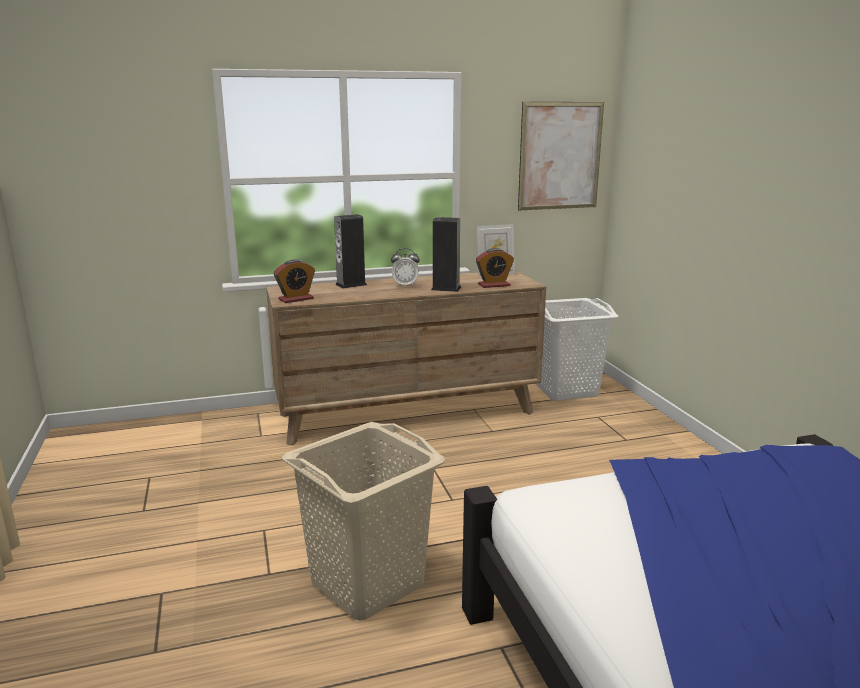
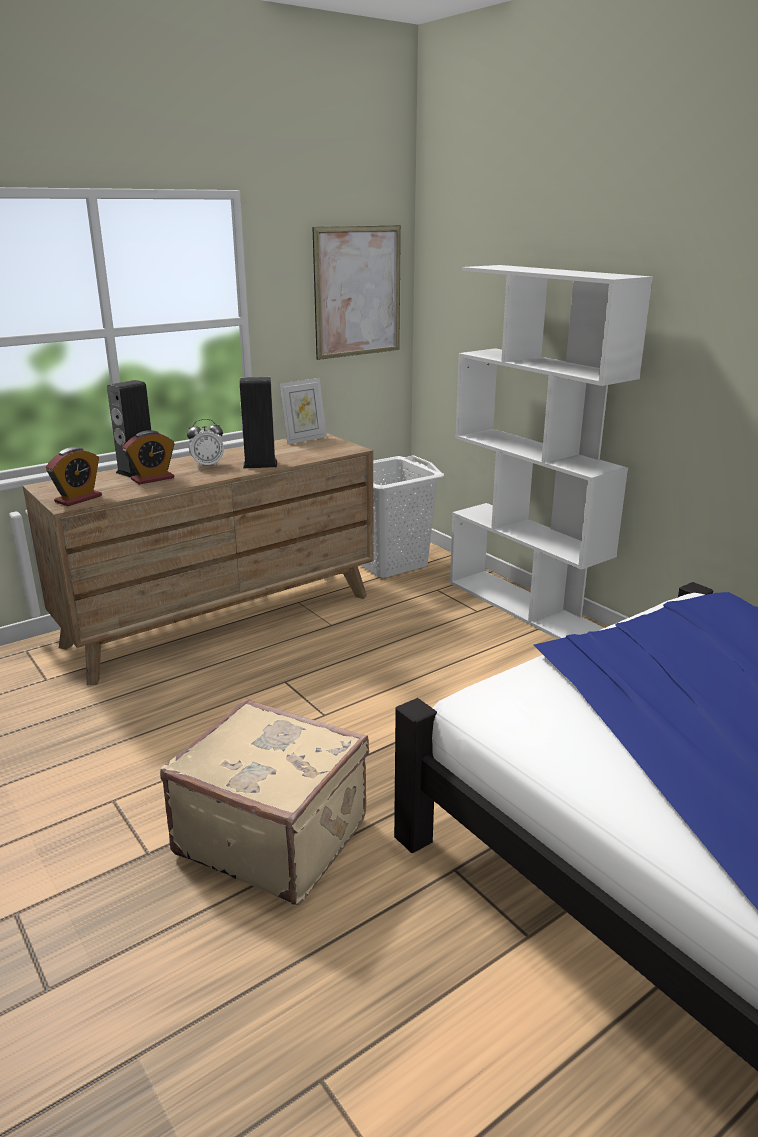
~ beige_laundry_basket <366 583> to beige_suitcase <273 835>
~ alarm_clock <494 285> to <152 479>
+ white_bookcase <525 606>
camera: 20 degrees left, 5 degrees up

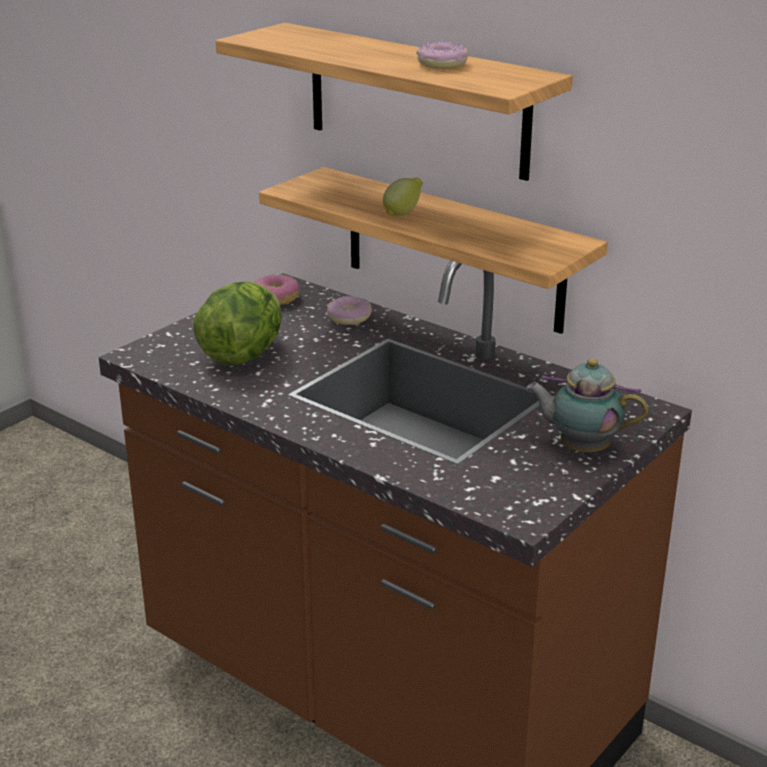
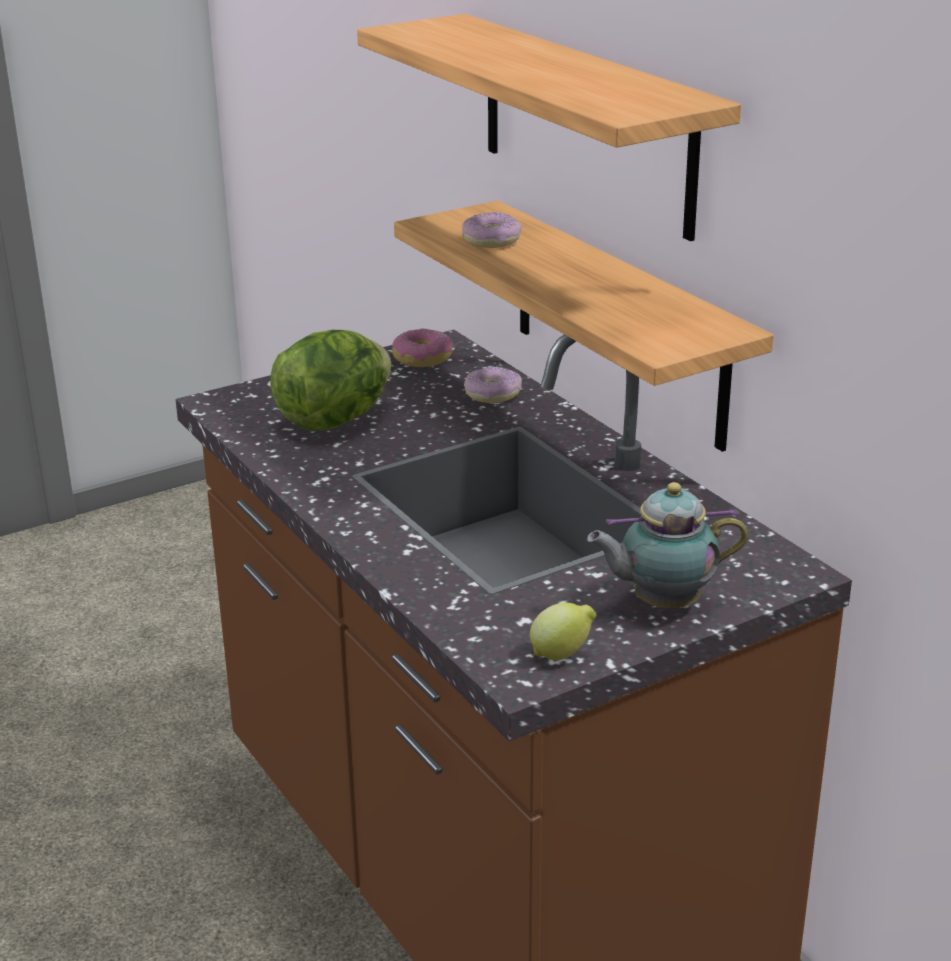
~ lemon <403 213> to <562 654>
~ donut <442 64> to <492 240>
~ teapot <580 448> = <661 603> 45 degrees counterclockwise
camera: 20 degrees right, 0 degrees up

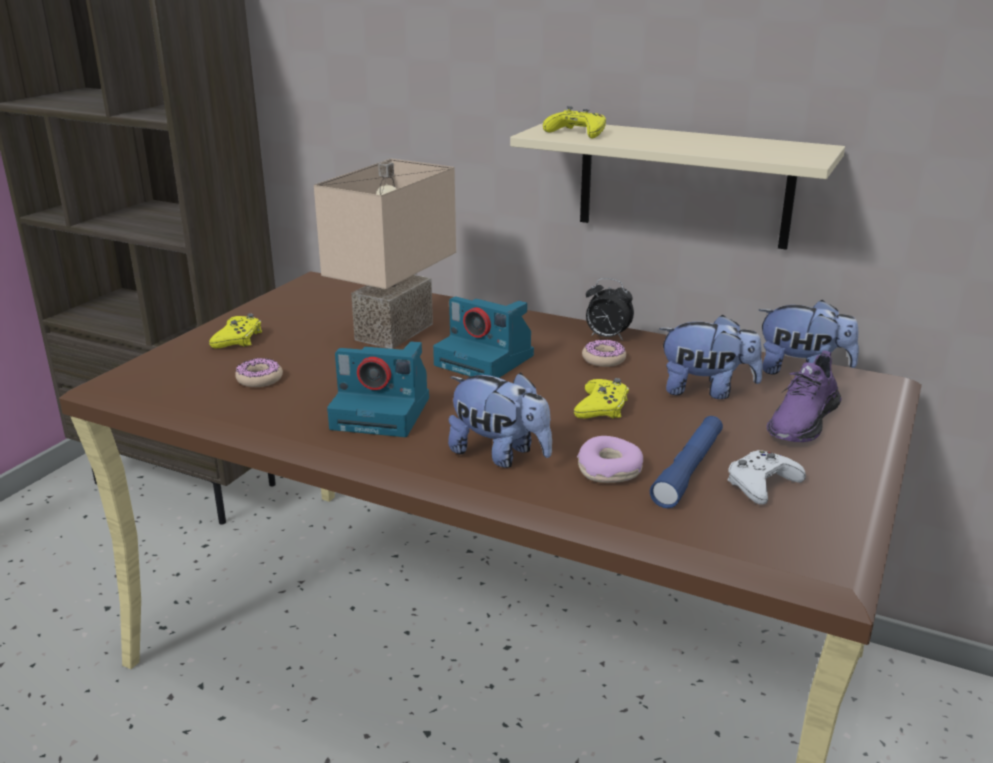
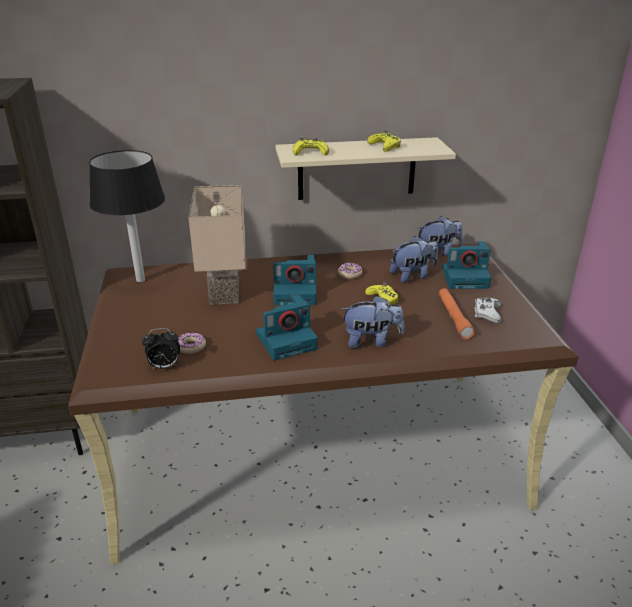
~ yellow_game_controller <238 339> to <385 146>
- donut <609 470>
~ alarm_clock <606 337> to <164 367>
~ blue_flashlight <688 470> to orange_flashlight <454 317>
~ purple_shoe <802 421> to photo_camera <466 278>
+ black_table_lamp <140 280>
camera: 35 degrees left, 5 degrees up

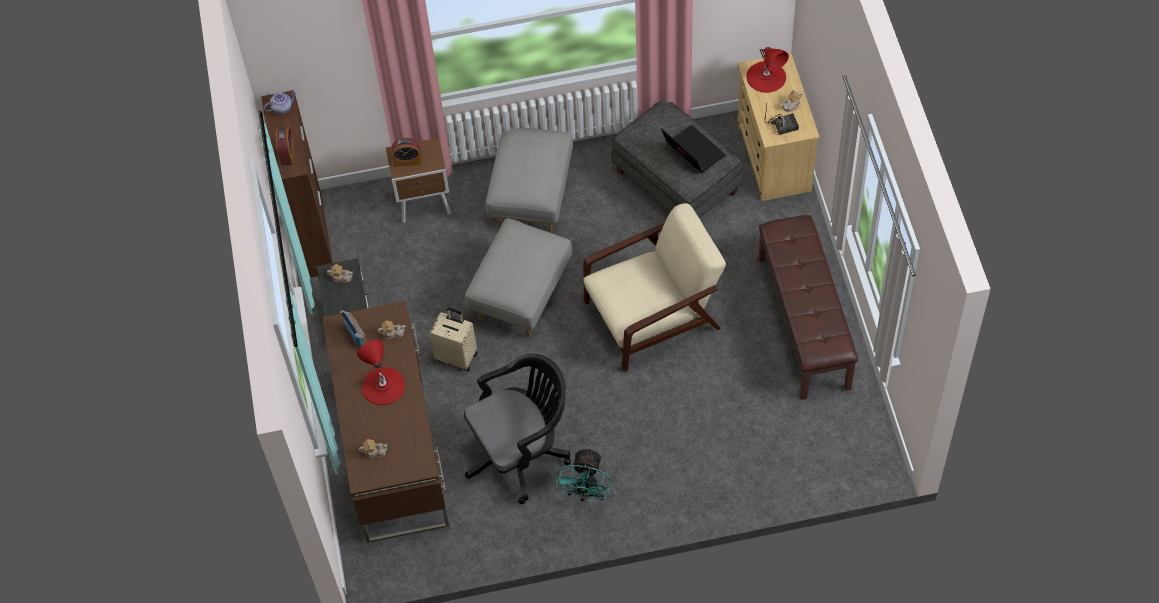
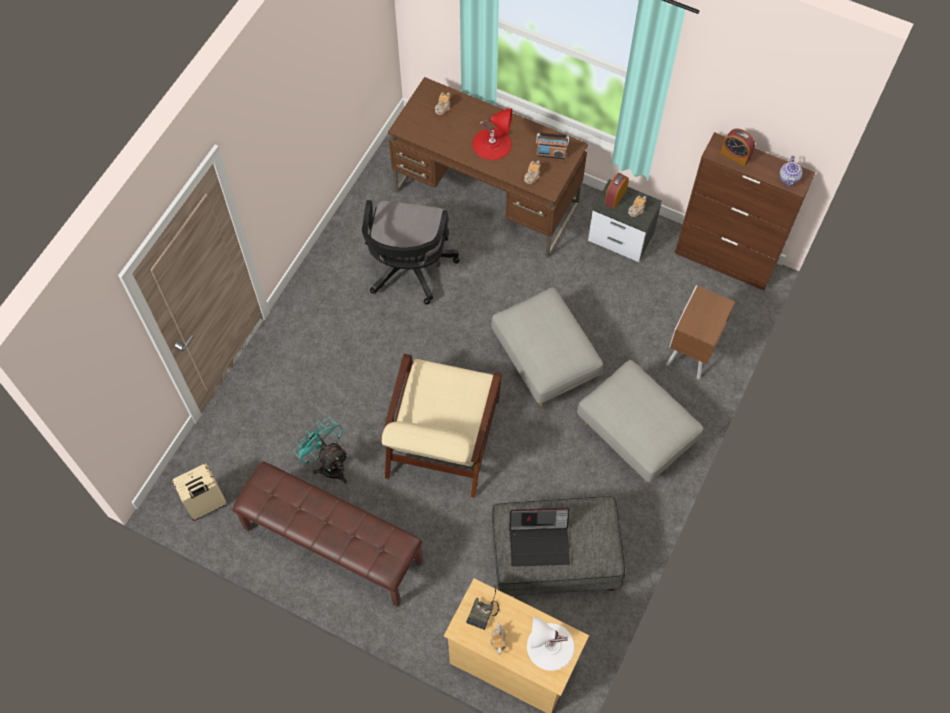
~ alarm_clock <408 160> to <615 197>
~ beige_suitcase <457 356> to <206 504>
~ turquoise_fan <586 493> to <329 464>
~ red_table_lamp <766 76> to white_table_lamp <550 646>
camera: 125 degrees right, 5 degrees up

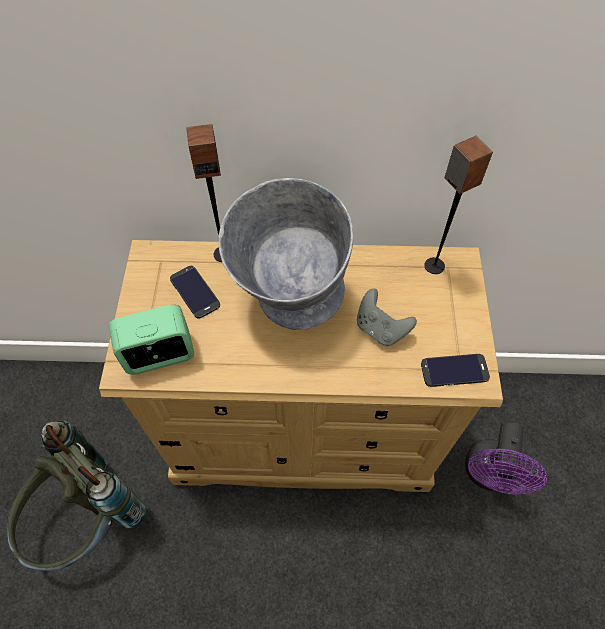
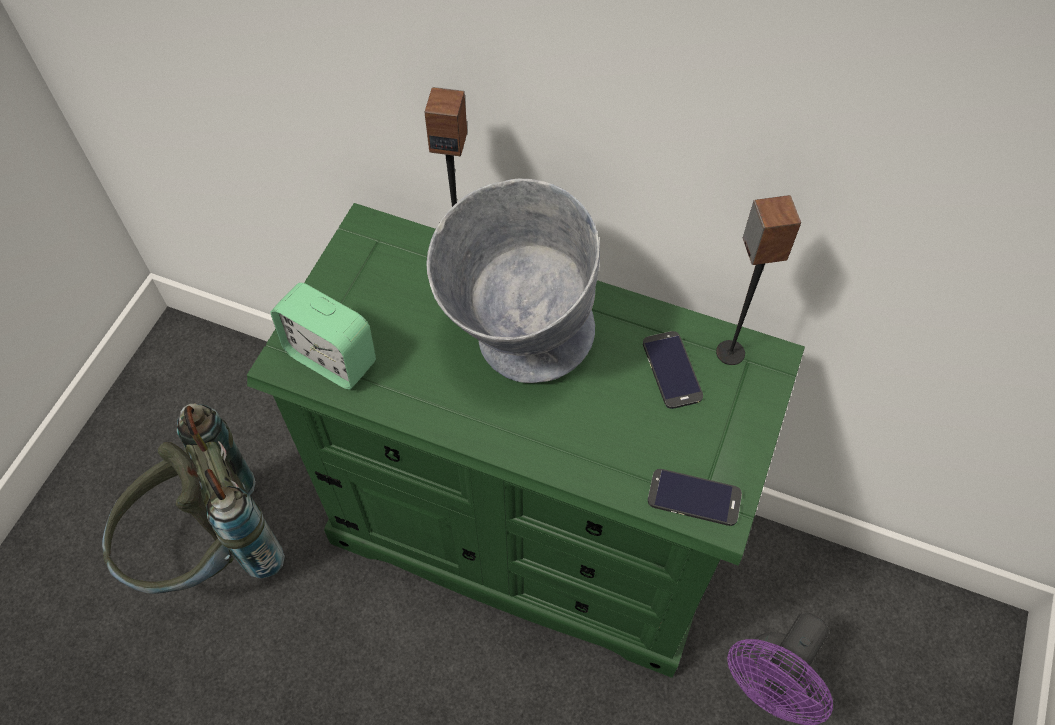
~ beige_dresser <303 430> to green_dresser <528 531>
~ alarm_clock <160 355> = <331 358> 150 degrees counterclockwise
~ phone <194 292> to <672 370>
- grey_game_controller <380 329>
camera: 20 degrees right, 0 degrees up

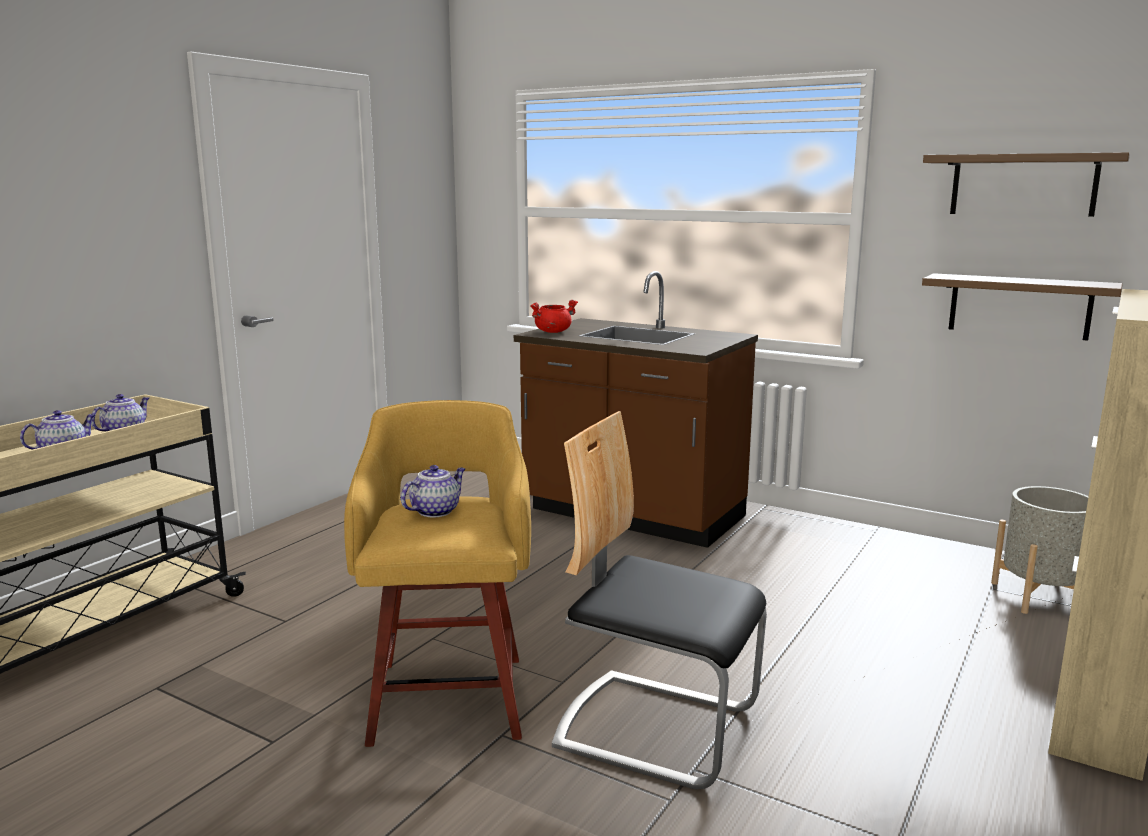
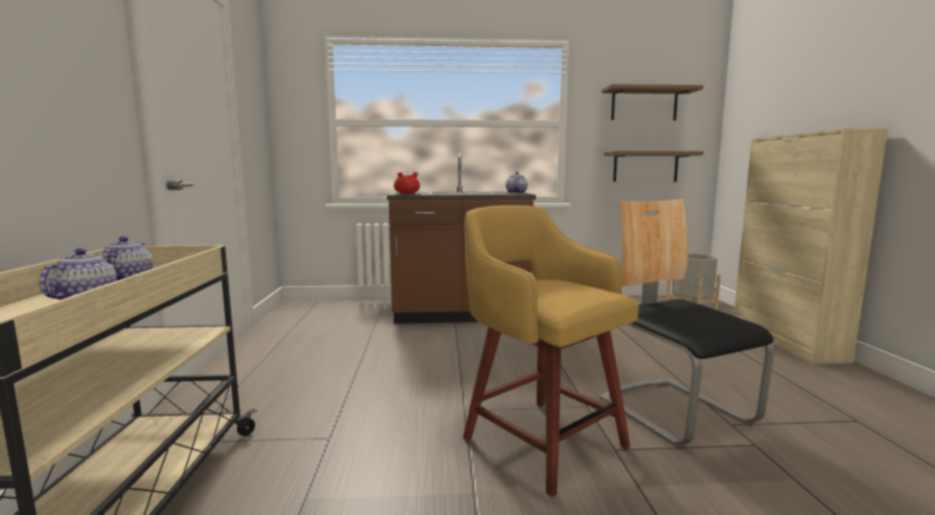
~ teapot <435 511> to <516 193>
~ chair <656 727> = <675 411> 75 degrees clockwise
camera: 35 degrees left, 5 degrees down

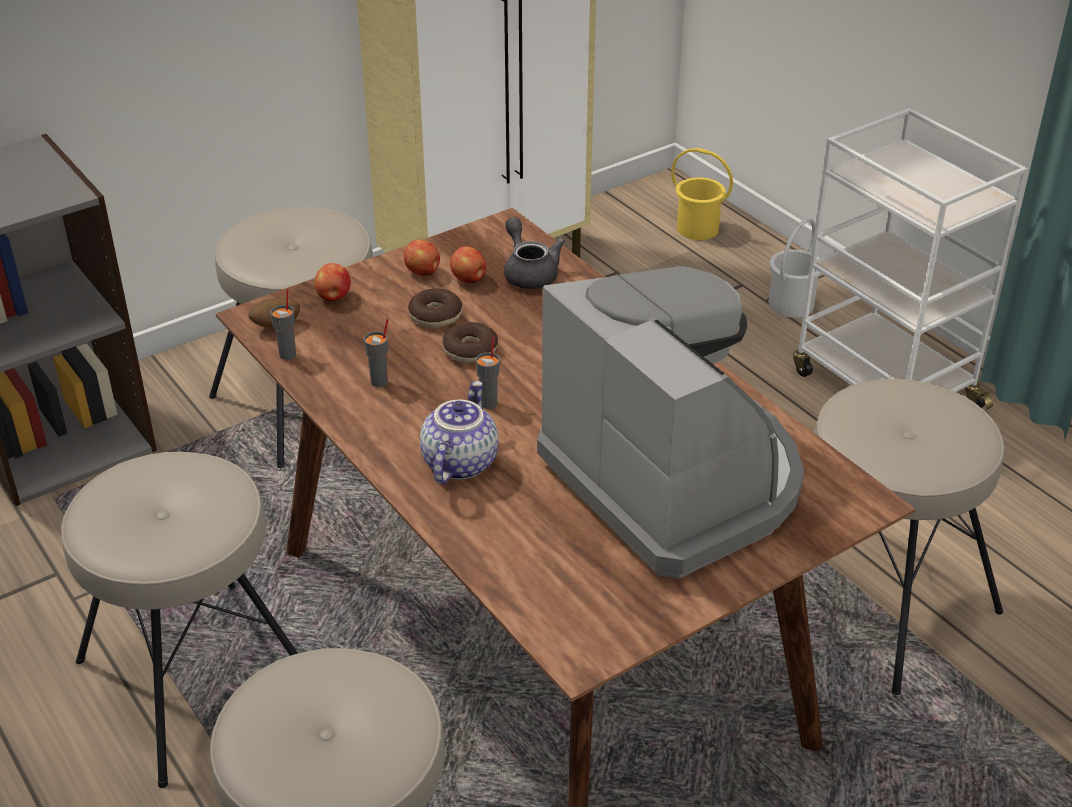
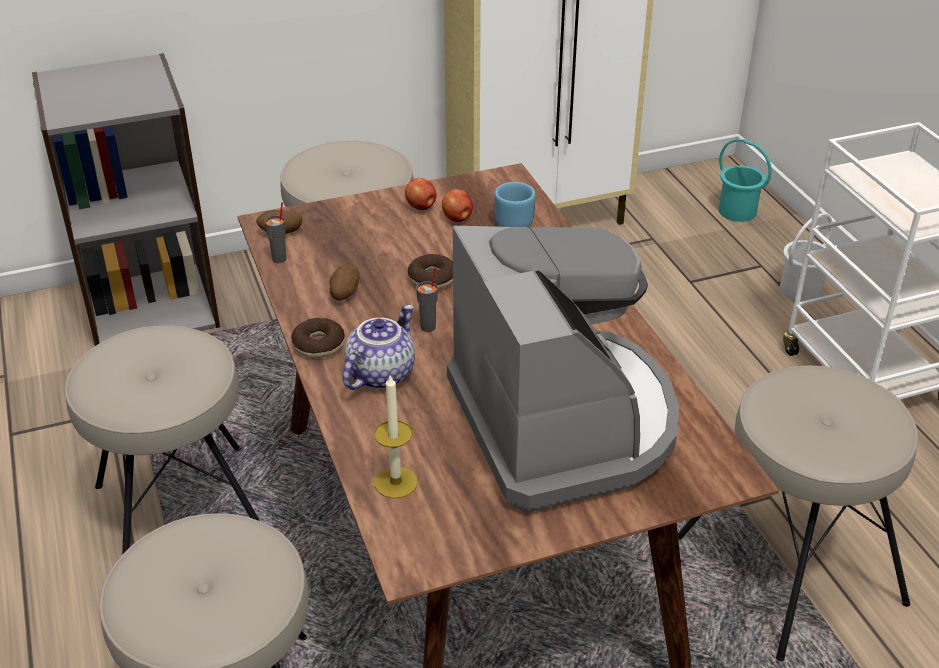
- apple <333 297>
~ grey_cup <380 382> to potato <344 294>
~ donut <435 315> to <318 345>
~ grey_teapot <529 272> to blue_mug <511 220>
~ yellow_bucket <697 229> to turquoise_bucket <737 212>
+ candle <396 482>
camera: 15 degrees right, 0 degrees up

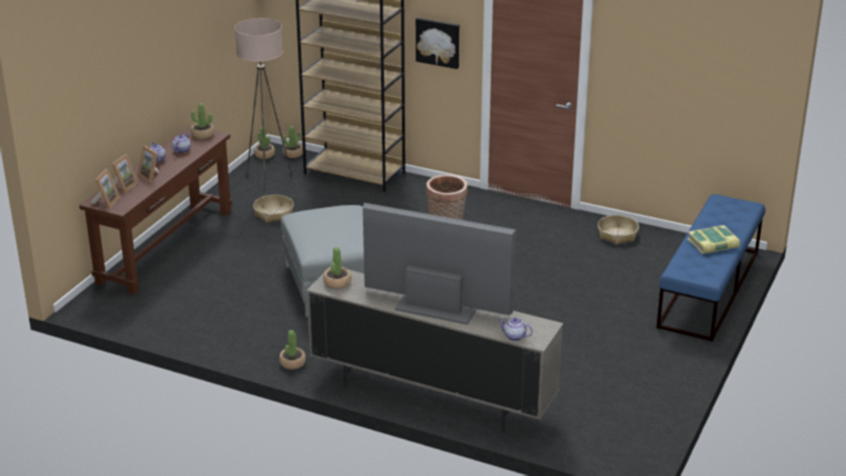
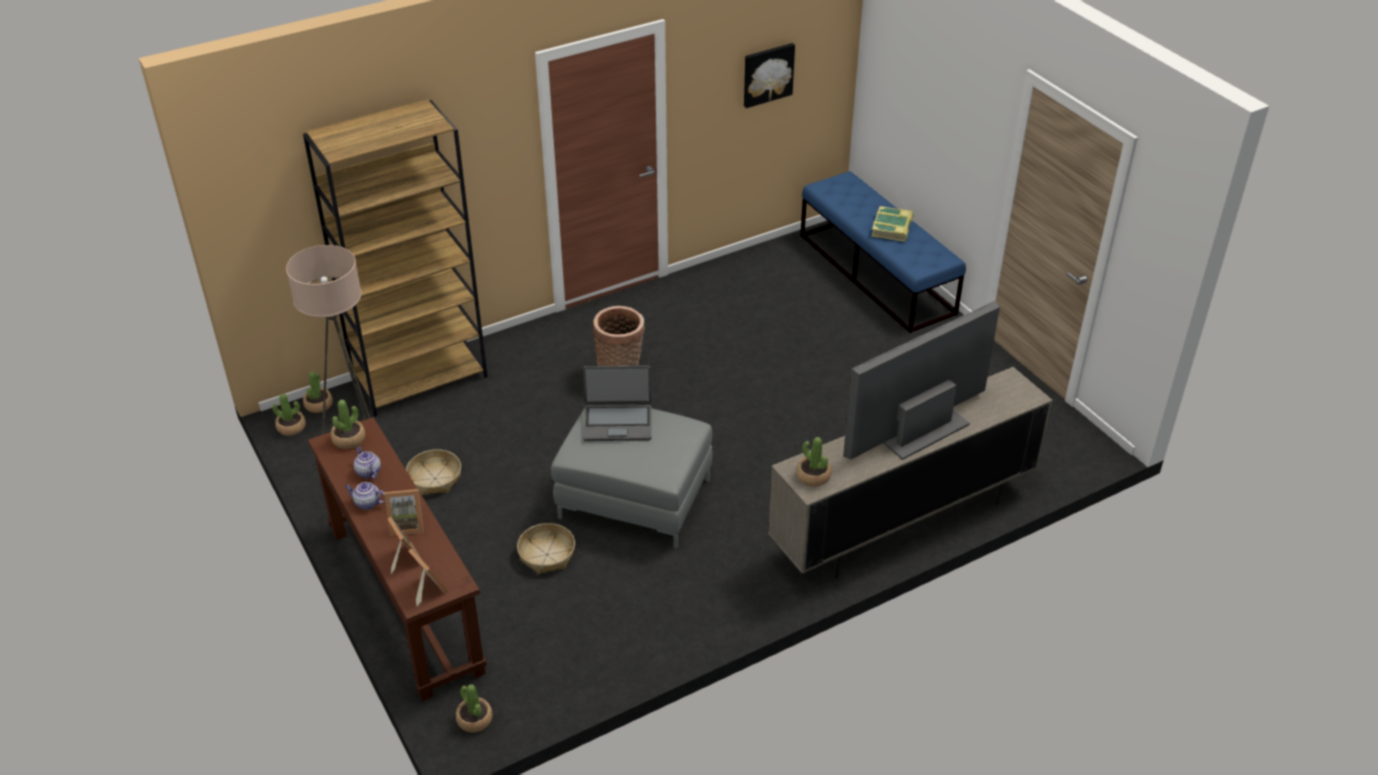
~ potted_plant <292 363> to <474 719>
~ picture <438 42> to <767 74>
- teapot <514 336>
~ basket <617 235> to <547 554>
+ laptop <618 423>
camera: 55 degrees left, 10 degrees up

